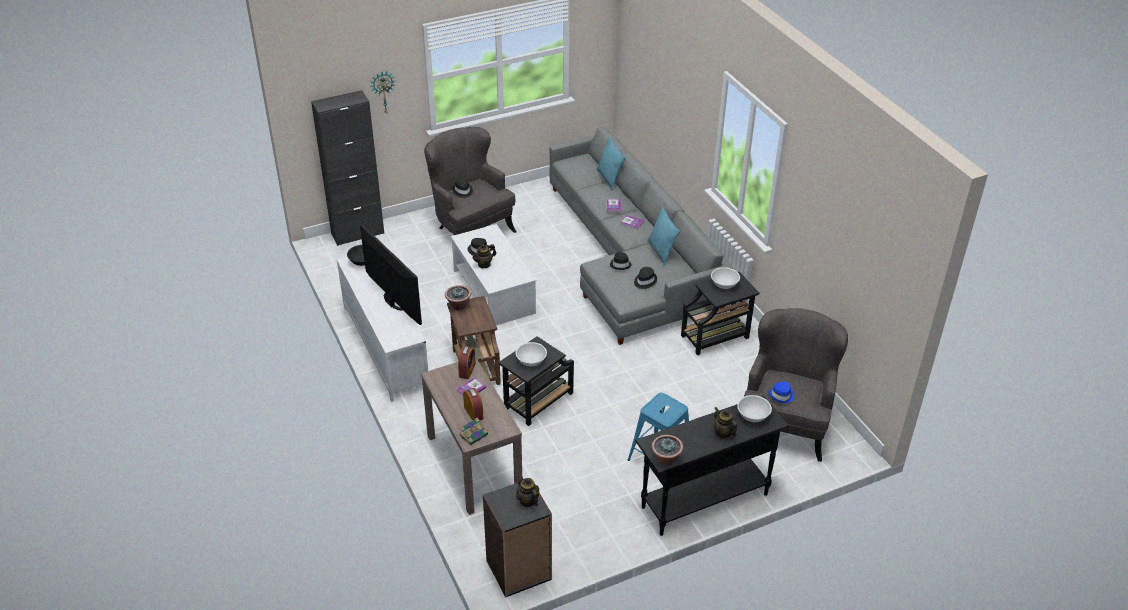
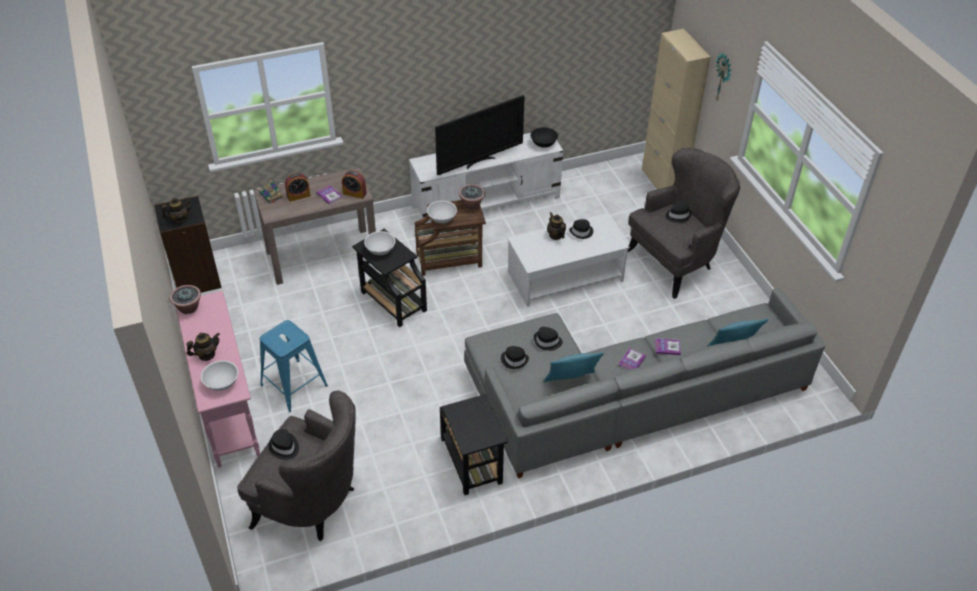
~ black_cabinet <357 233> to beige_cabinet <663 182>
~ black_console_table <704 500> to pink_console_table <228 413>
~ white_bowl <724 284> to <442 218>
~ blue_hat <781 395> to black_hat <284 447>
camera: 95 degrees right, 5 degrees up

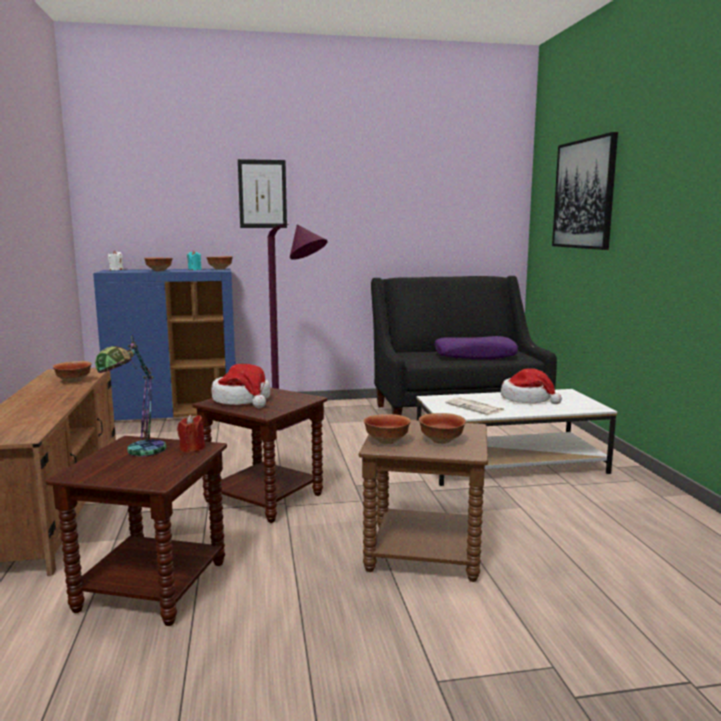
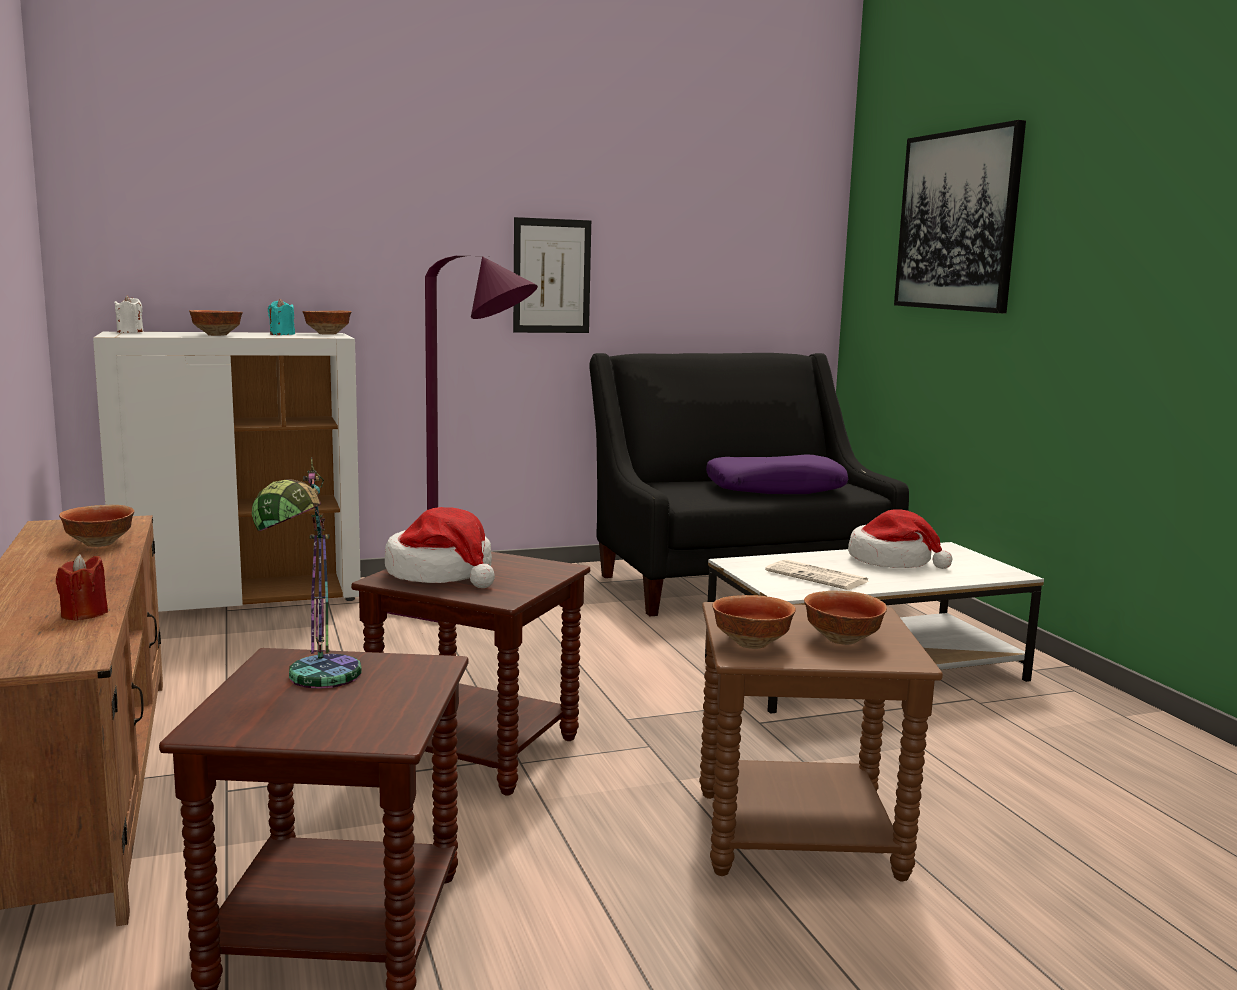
~ blue_cabinet <176 414> to white_cabinet <242 598>
~ red_candle <192 448> to <84 614>
~ picture <262 194> to <551 276>
camera: 10 degrees left, 0 degrees up

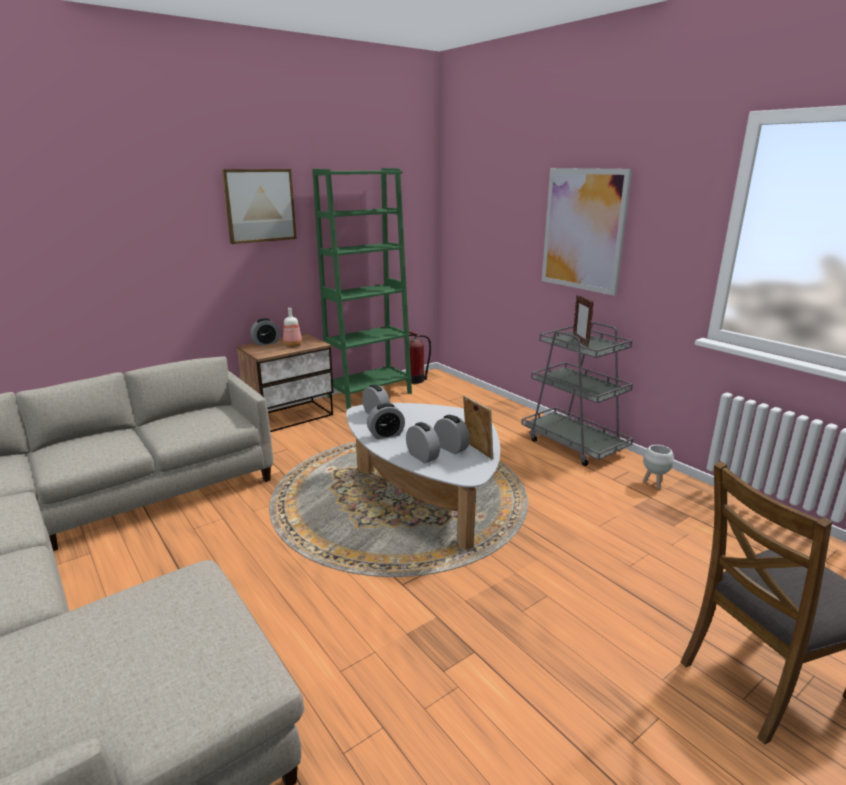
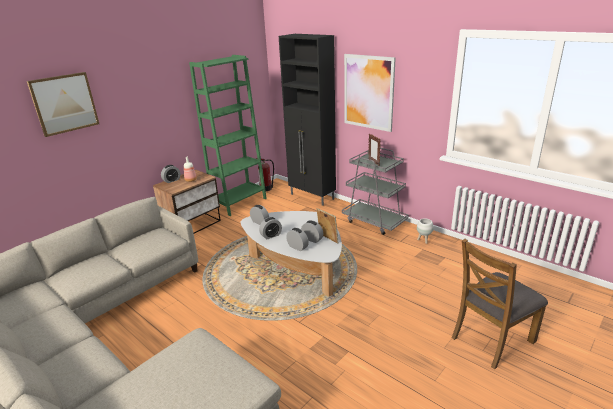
~ picture <259 205> to <64 103>
+ black_cabinet <312 197>
camera: 10 degrees left, 5 degrees up

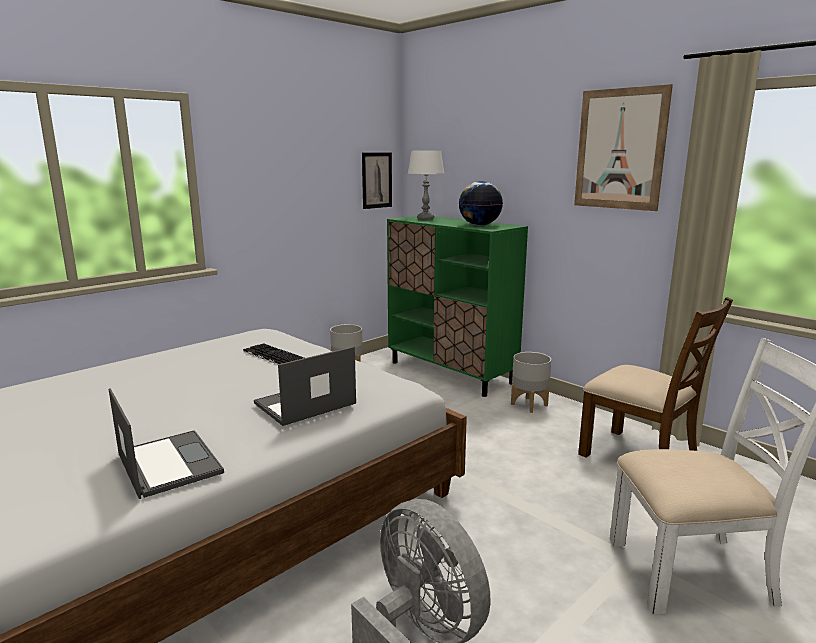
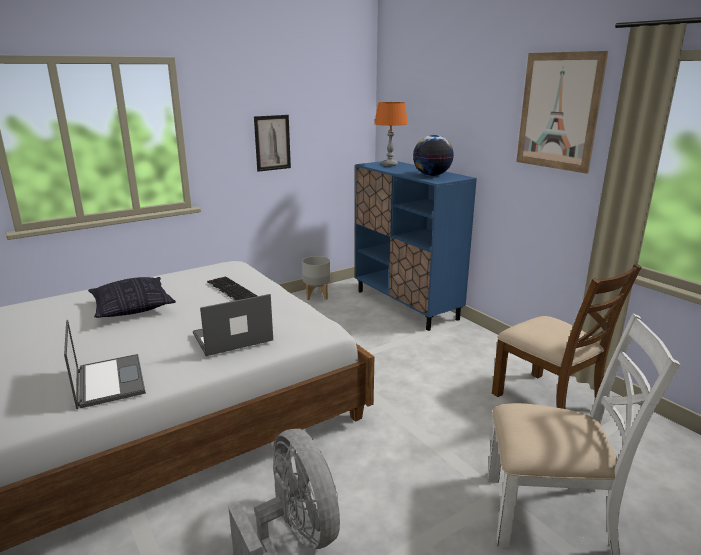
~ picture <376 180> to <272 143>
~ green_cabinet <451 372> to blue_cabinet <406 305>
~ white_table_lamp <425 218> to orange_table_lamp <390 165>
- grey_planter <529 405>
+ pillow <132 308>
camera: 10 degrees right, 5 degrees up

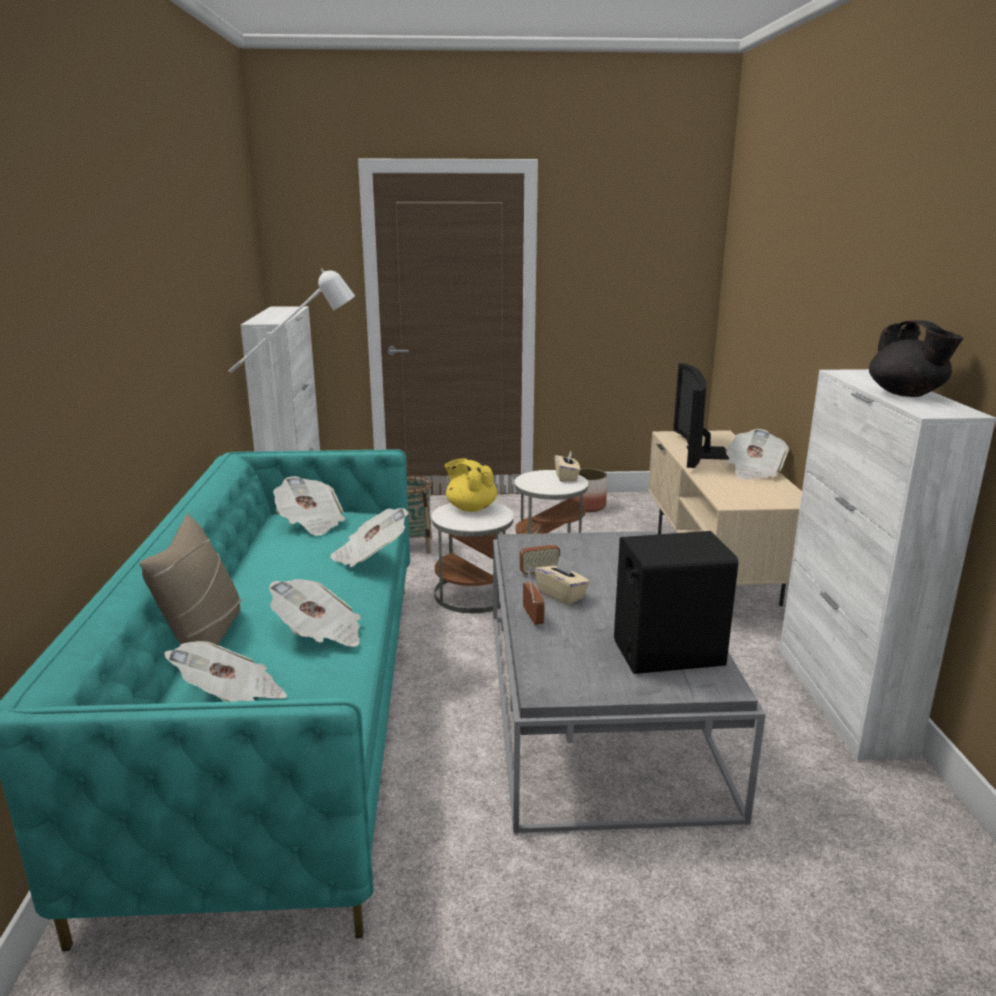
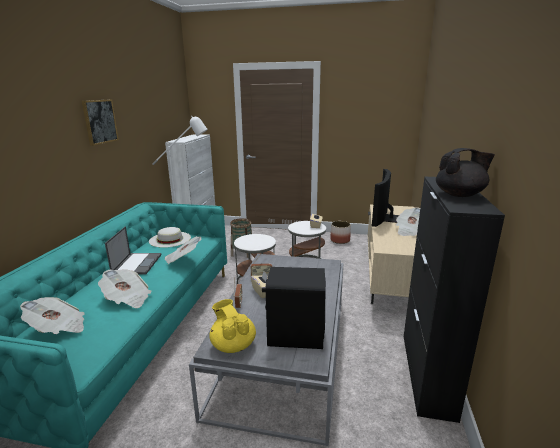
- beige_pillow <204 638>
~ newspaper <311 523> to white_hat <170 239>
~ yellow_teapot <470 508> to <233 345>
~ white_cabinet <842 700> to black_cabinet <427 374>
~ black_teapot <906 394> = <460 195> 90 degrees counterclockwise
+ picture <100 121>
+ laptop <137 263>
camera: 15 degrees right, 0 degrees up

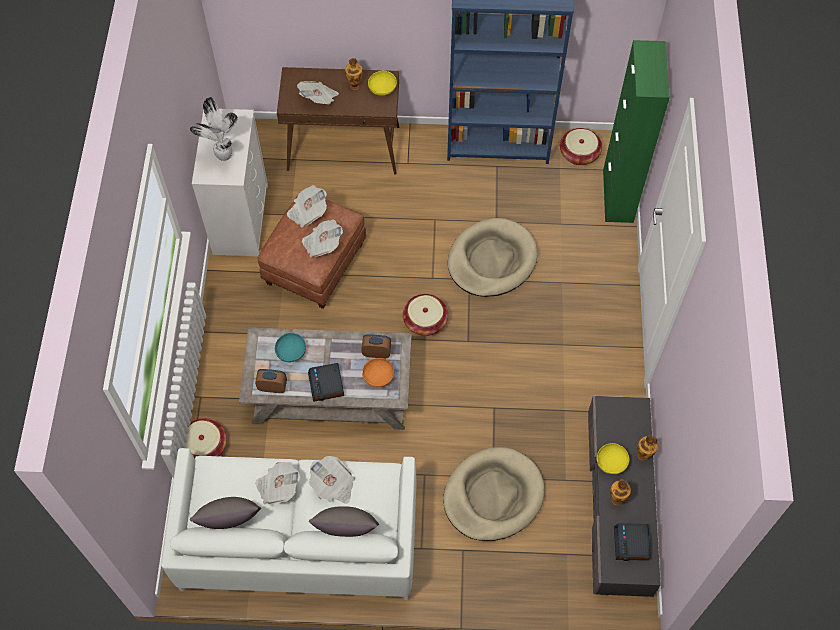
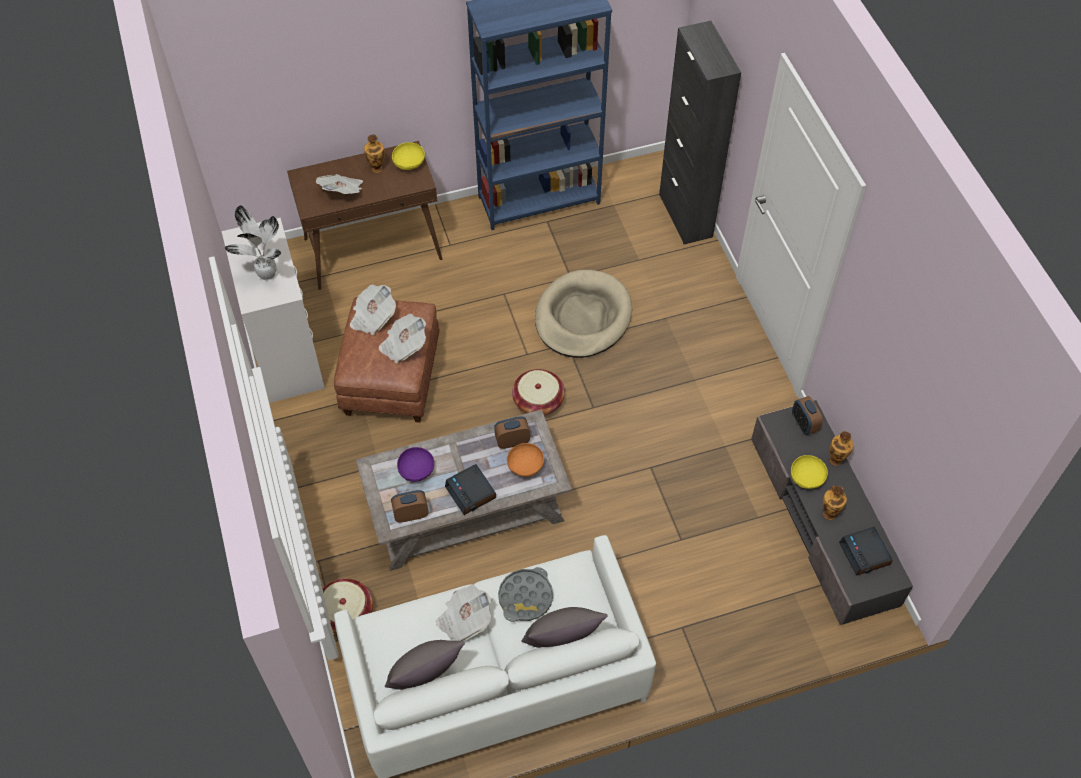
~ turquoise_bowl <291 352> to purple_bowl <417 471>
~ newspaper <333 485> to grey_tray <525 597>
- beige_dog_bed <493 496>
- basket <579 154>
~ green_cabinet <618 196> to black_cabinet <685 215>
+ alarm_clock <804 424>
camera: 20 degrees left, 5 degrees down

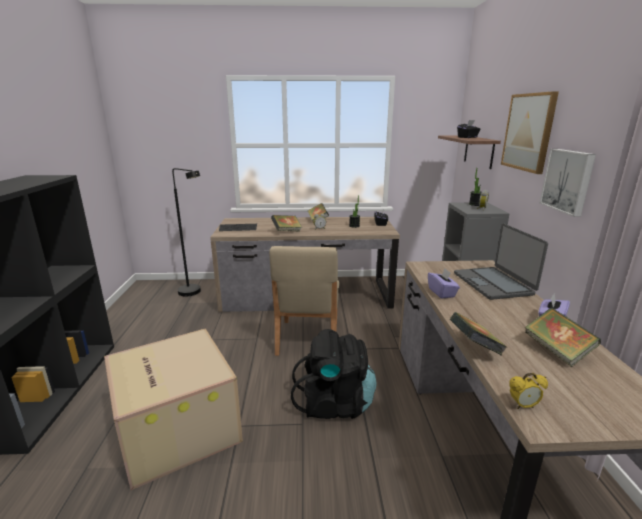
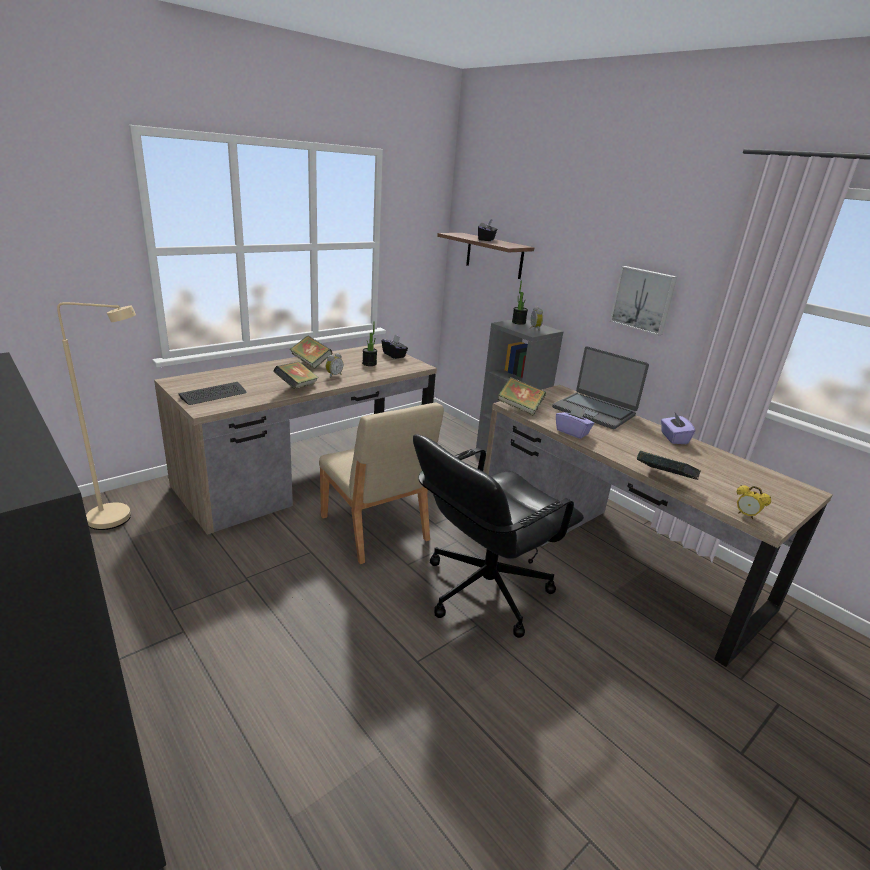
- cardboard_box <176 428>
~ black_floor_lamp <194 293> to beige_floor_lamp <121 518>
~ black_backpack <335 404> to black_office_chair <484 589>
- picture <528 132>
~ alarm_clock <523 406> = <746 515> 90 degrees clockwise
~ book <557 351> to <519 408>
camera: 40 degrees left, 5 degrees up

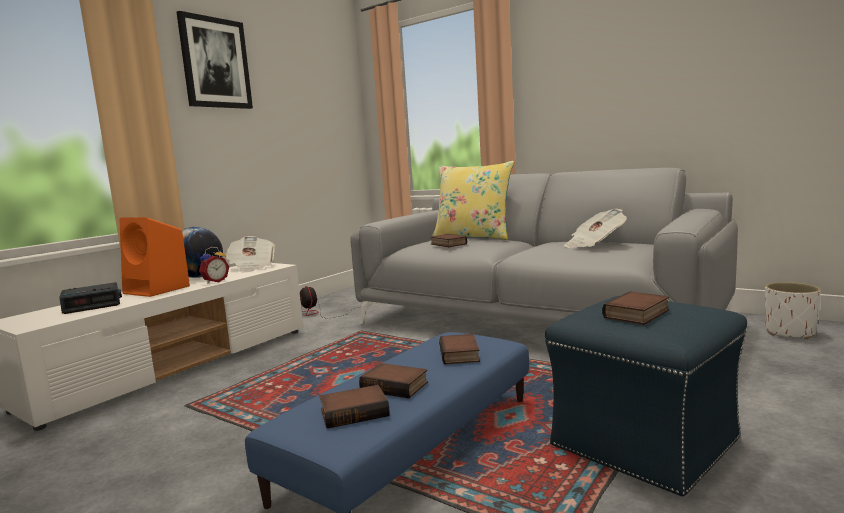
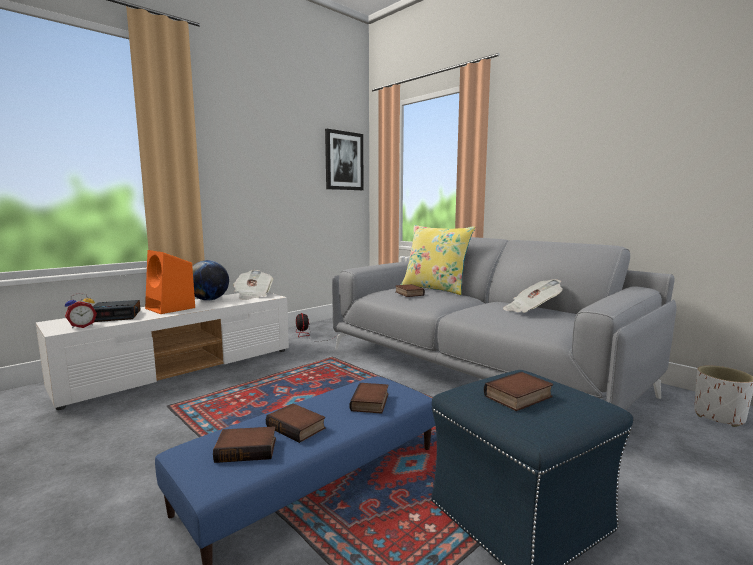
~ picture <215 63> to <344 161>
~ alarm_clock <215 281> to <82 326>
camera: 10 degrees right, 0 degrees up

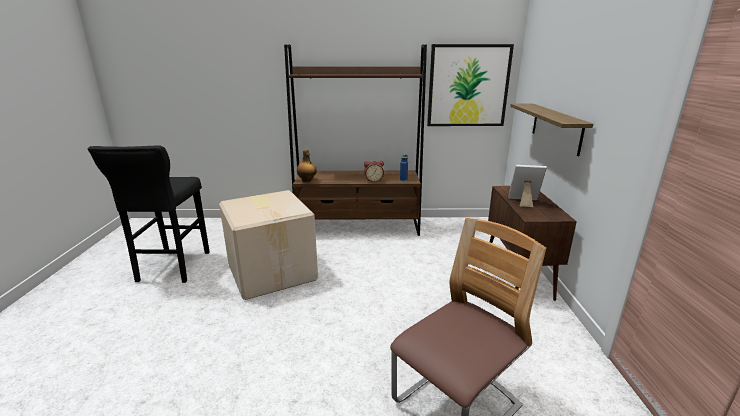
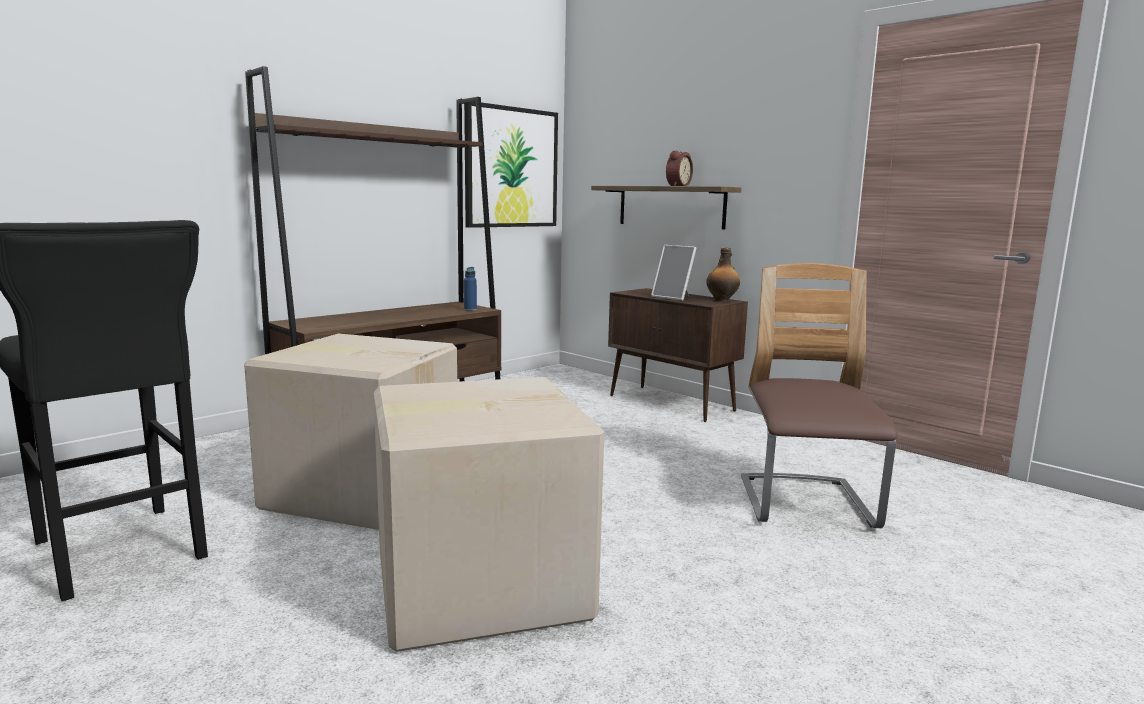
~ bottle <307 181> to <722 300>
~ alarm_clock <373 180> to <676 186>
~ picture_frame <523 202> = <674 297> 105 degrees counterclockwise
+ cardboard_box <477 583>
camera: 45 degrees left, 10 degrees down

